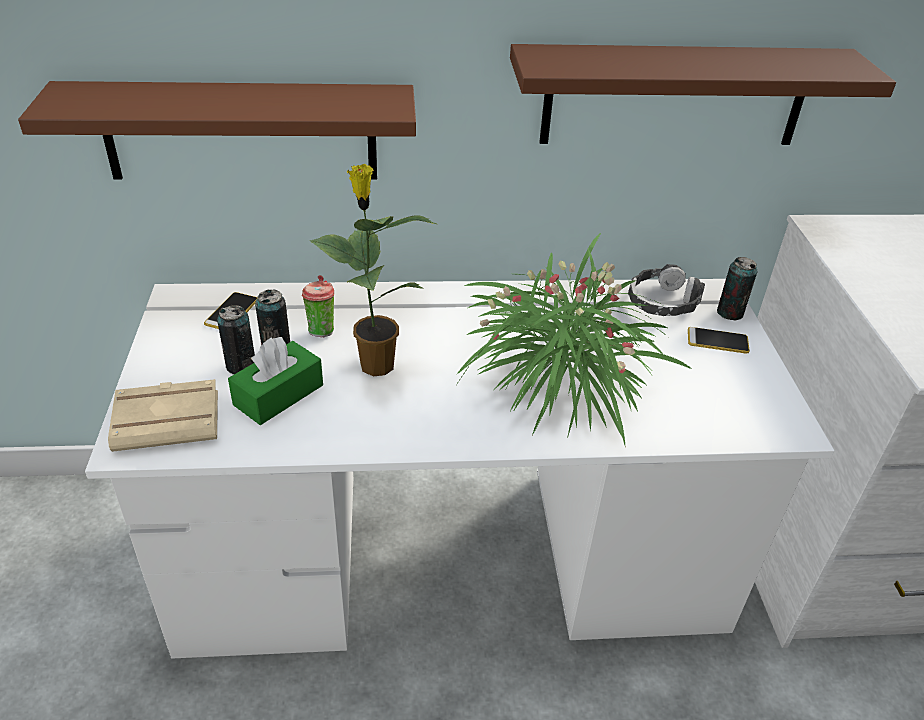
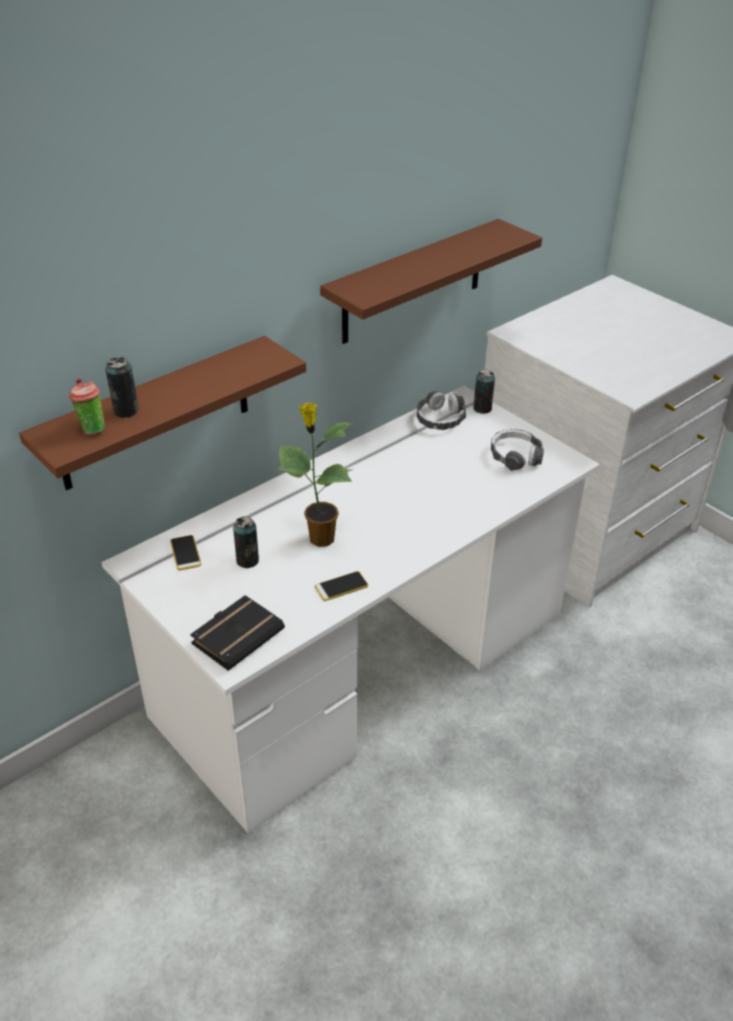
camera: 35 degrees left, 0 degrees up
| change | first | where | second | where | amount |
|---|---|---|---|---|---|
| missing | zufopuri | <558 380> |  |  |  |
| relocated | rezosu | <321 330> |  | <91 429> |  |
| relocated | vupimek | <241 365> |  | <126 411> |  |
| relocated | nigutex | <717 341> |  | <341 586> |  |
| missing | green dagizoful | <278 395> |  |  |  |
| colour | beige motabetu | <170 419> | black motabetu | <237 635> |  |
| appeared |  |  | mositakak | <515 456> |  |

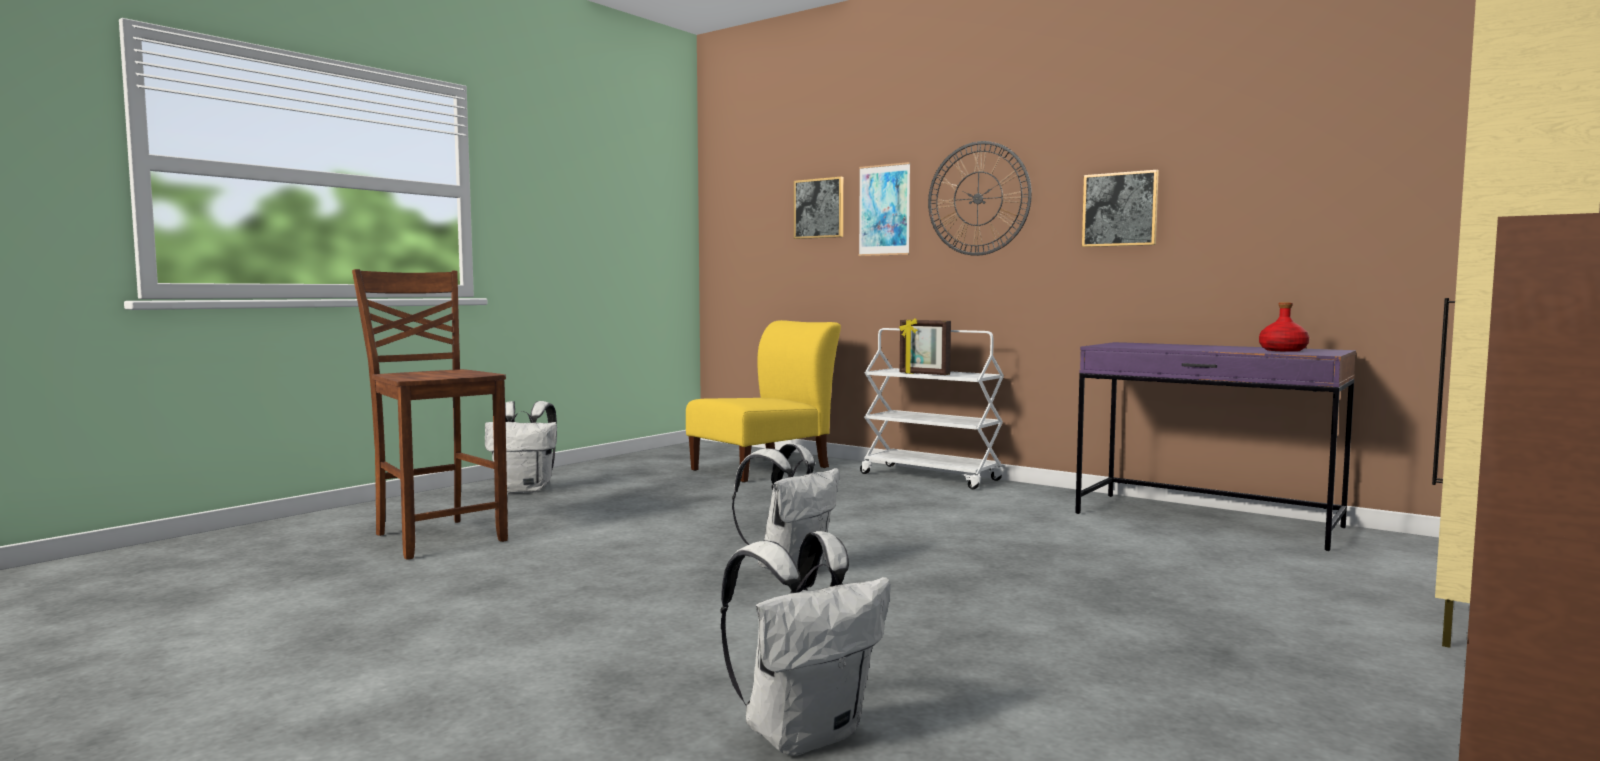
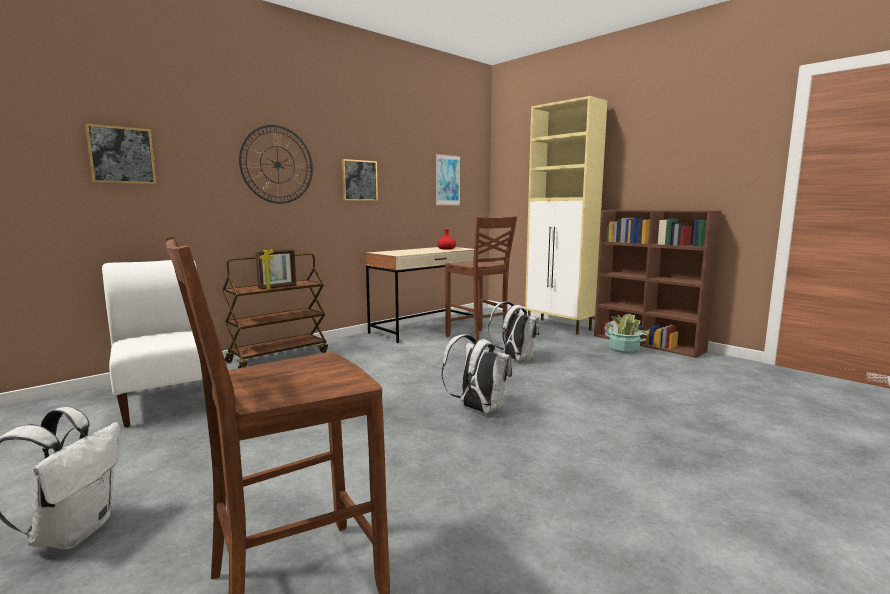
camera: 80 degrees left, 5 degrees up
| change | first | where | second | where | amount |
|---|---|---|---|---|---|
| relocated | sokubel | <884 210> |  | <447 180> |  |
| colour | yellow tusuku | <765 468> | white tusuku | <168 398> |  |
| colour | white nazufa | <931 477> | brown nazufa | <279 356> |  |
| colour | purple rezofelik | <1206 520> | beige rezofelik | <425 328> |  |
| relocated | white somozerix | <804 733> |  | <515 359> |  |
| appeared |  |  | brown tusuku | <478 339> |  |
| appeared |  |  | zufopuri | <624 349> |  |

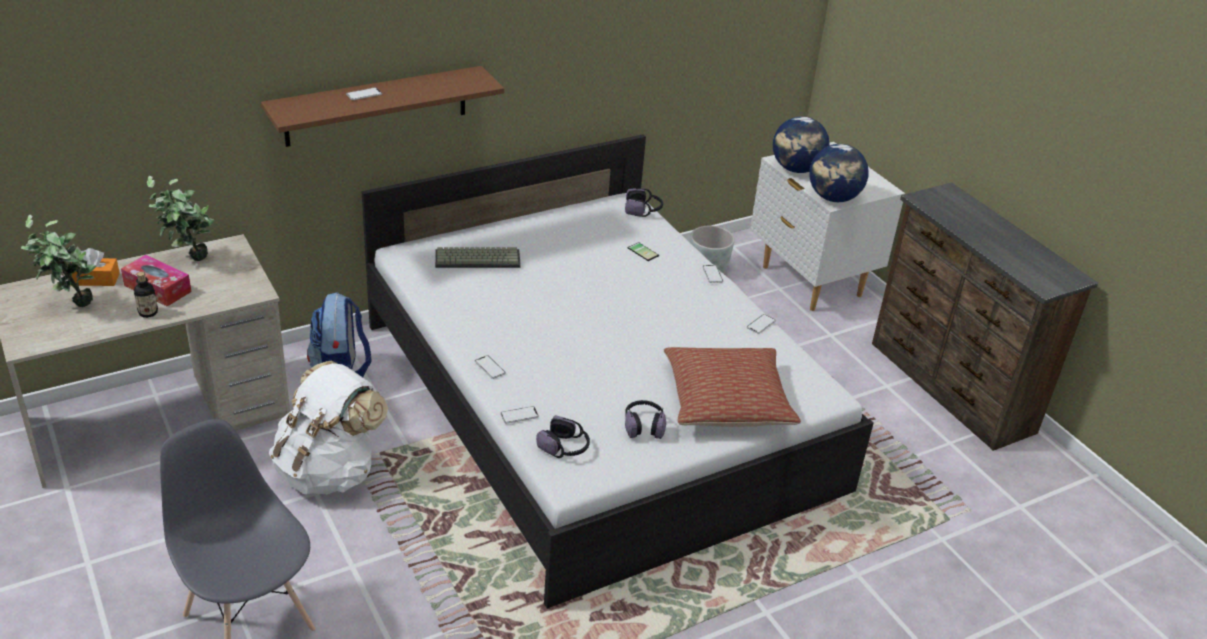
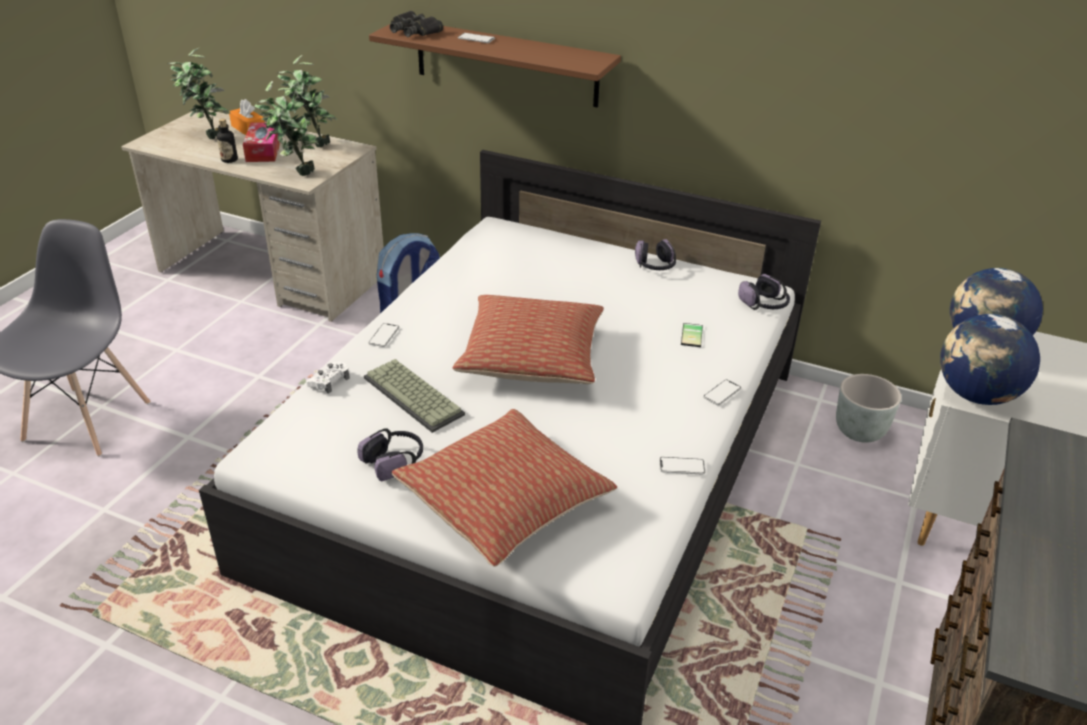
camera: 55 degrees right, 0 degrees up
| change | first | where | second | where | amount |
|---|---|---|---|---|---|
| relocated | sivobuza | <478 258> |  | <415 396> |  |
| missing | white somozerix | <329 471> |  |  |  |
| exchanged | nigutex | <519 415> | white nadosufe | <329 381> |  |
| relocated | mositakak | <564 447> |  | <655 266> |  |
| appeared |  |  | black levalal | <414 31> |  |
| appeared |  |  | zufopuri | <294 174> |  |
| appeared |  |  | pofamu | <532 356> |  |

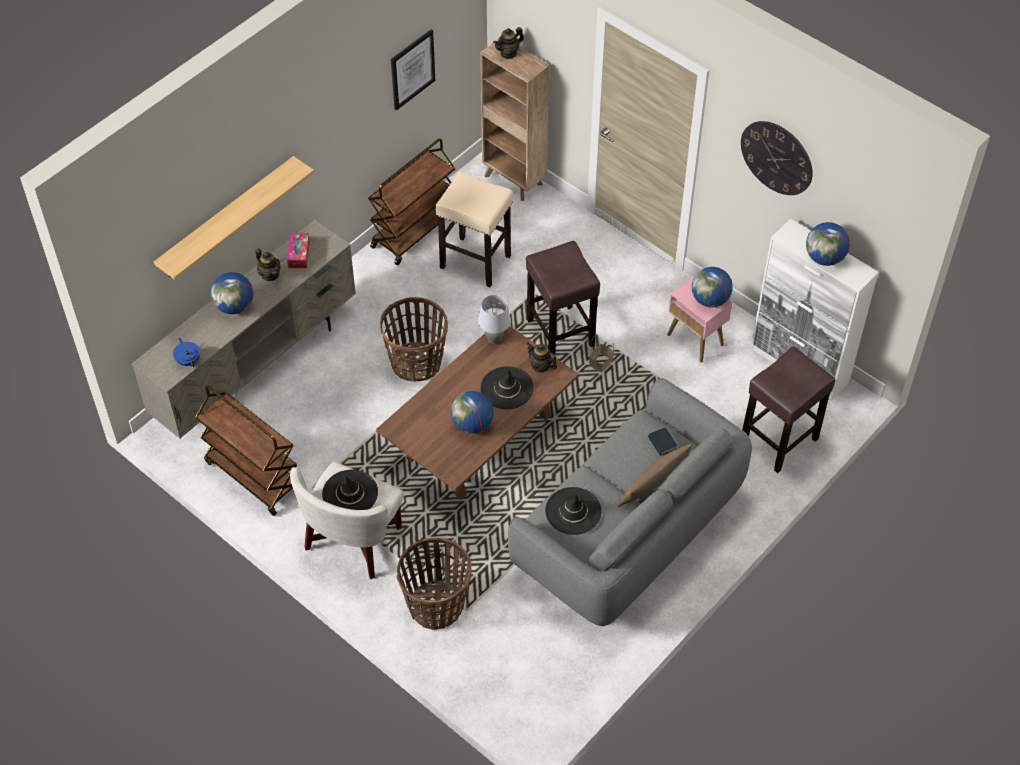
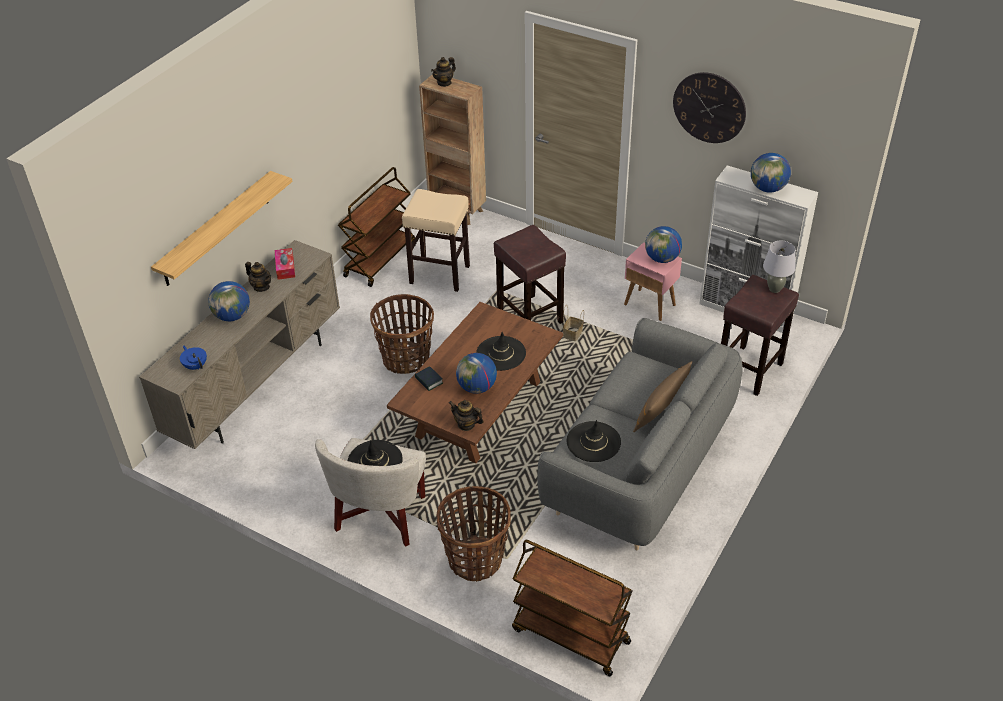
camera: 10 degrees left, 10 degrees down
| change | first | where | second | where | amount |
|---|---|---|---|---|---|
| missing | sokubel | <412 69> |  |  |  |
| relocated | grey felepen | <494 339> |  | <774 289> |  |
| relocated | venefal | <540 366> |  | <466 424> |  |
| relocated | brown nazufa | <253 476> |  | <569 636> |  |
| relocated | motabetu | <662 443> |  | <429 381> |  |

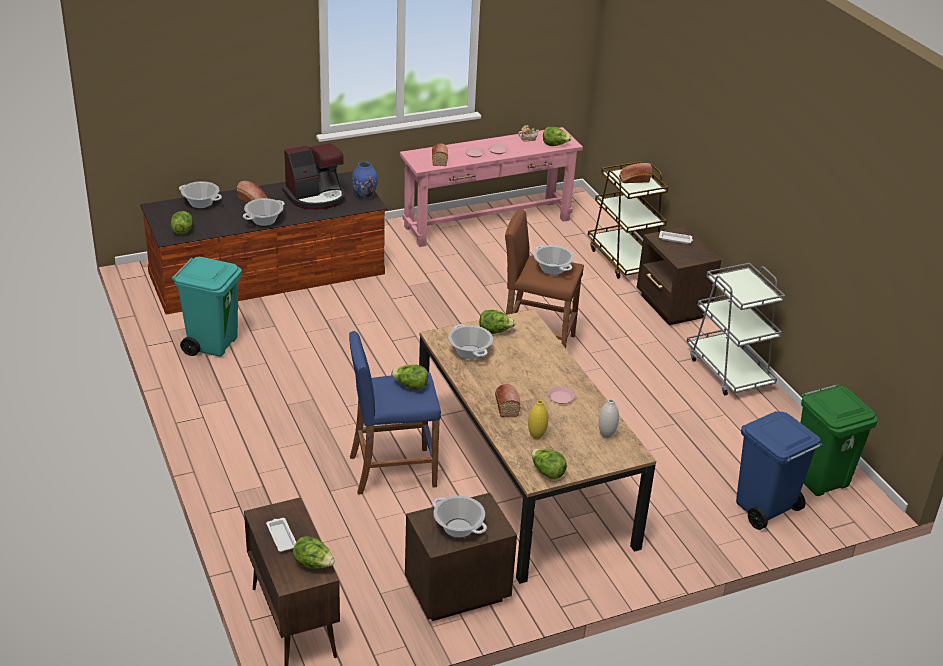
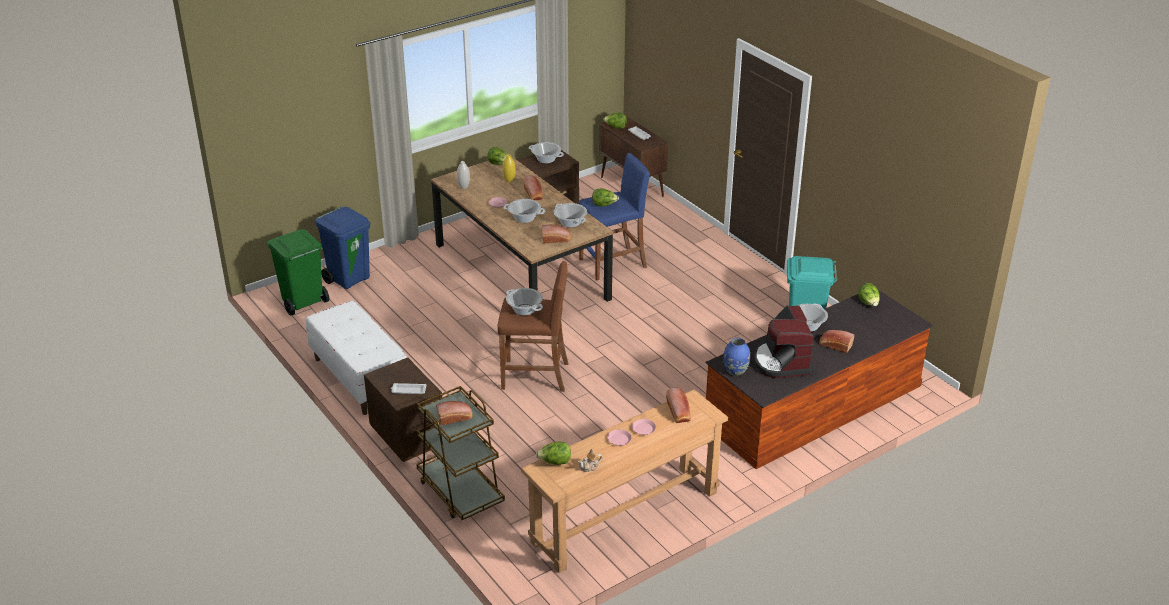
camera: 170 degrees right, 0 degrees up
| change | first | where | second | where | amount |
|---|---|---|---|---|---|
| colour | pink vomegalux | <487 223> | brown vomegalux | <625 517> |  |
| spun | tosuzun | <316 197> |  | <781 361> | 60 degrees counterclockwise |
| relocated | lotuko | <201 203> |  | <524 218> |  |
| exchanged | grey nazufa | <729 371> | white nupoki | <359 378> |  |
| exchanged | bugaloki | <495 331> | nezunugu | <556 239> |  |

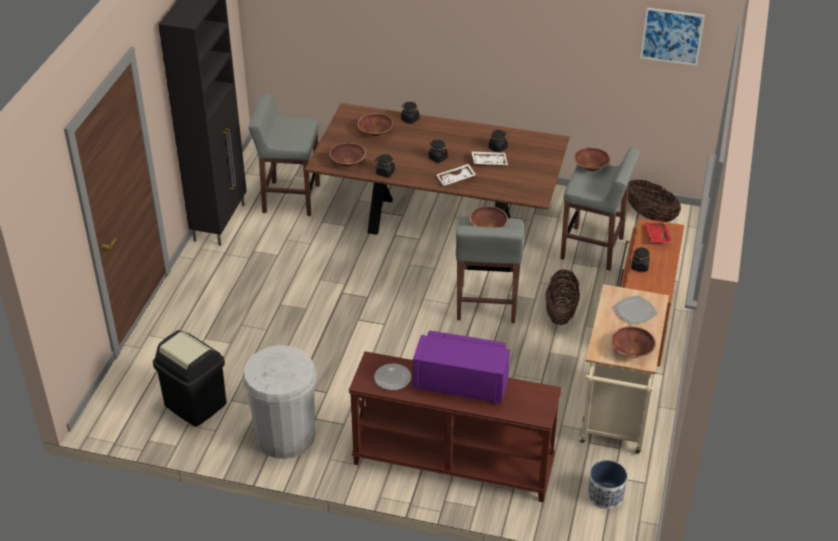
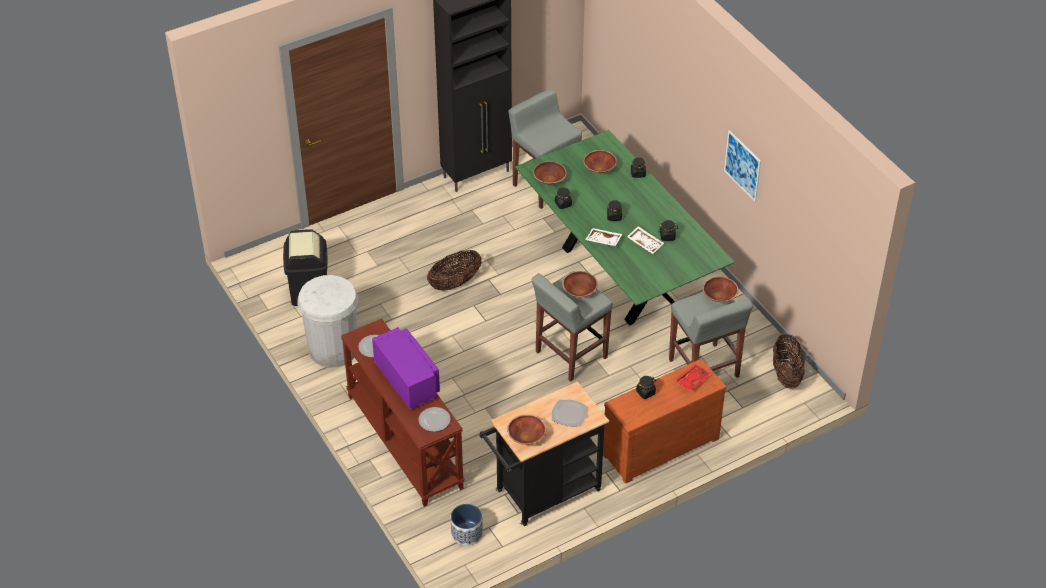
camera: 45 degrees right, 5 degrees up
| change | first | where | second | where | amount |
|---|---|---|---|---|---|
| relocated | sokubel | <672 36> |  | <742 165> |  |
| colour | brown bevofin | <438 225> | green bevofin | <618 275> |  |
| relocated | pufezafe | <560 312> |  | <455 283> |  |
| colour | beige nazufa | <615 419> | black nazufa | <542 494> |  |
| appeared |  |  | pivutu | <435 420> |  |

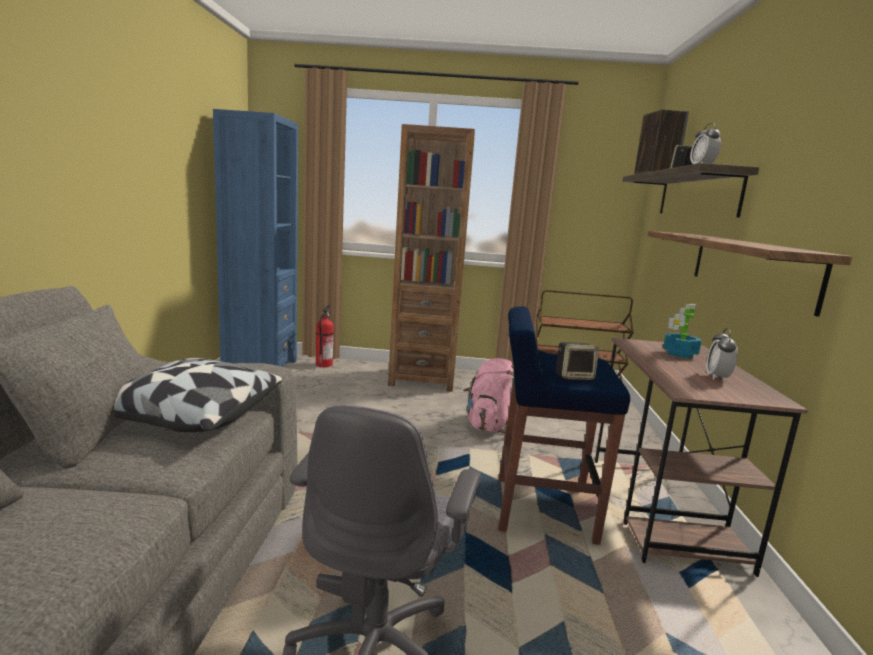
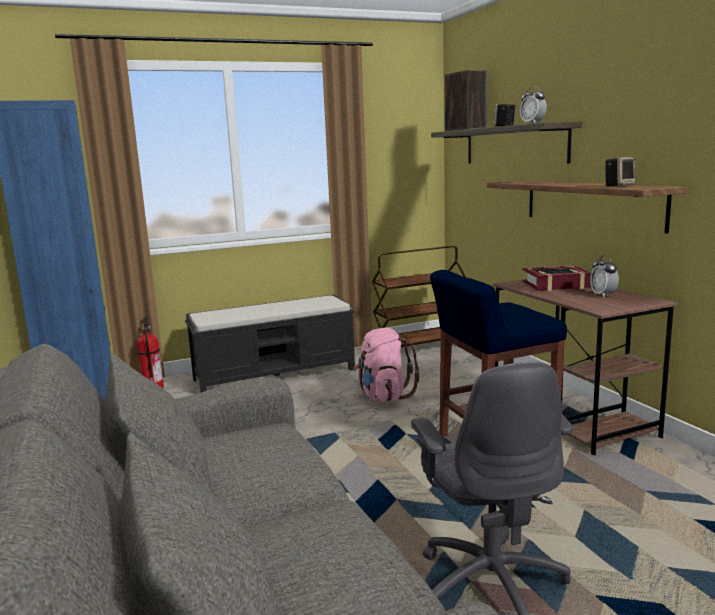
camera: 25 degrees left, 0 degrees up
| change | first | where | second | where | amount |
|---|---|---|---|---|---|
| exchanged | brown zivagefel | <422 379> | black nupoki | <276 374> |  |
| exchanged | zufopuri | <679 354> | motabetu | <556 285> |  |
| relocated | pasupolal | <574 376> |  | <619 186> |  |
| missing | pofamu | <190 417> |  |  |  |

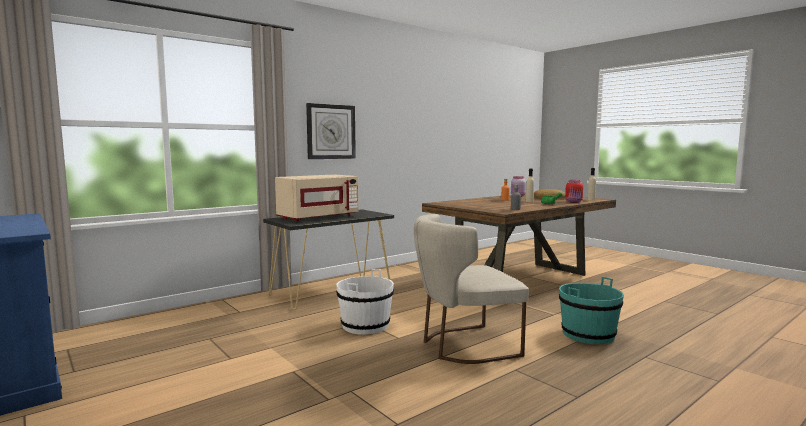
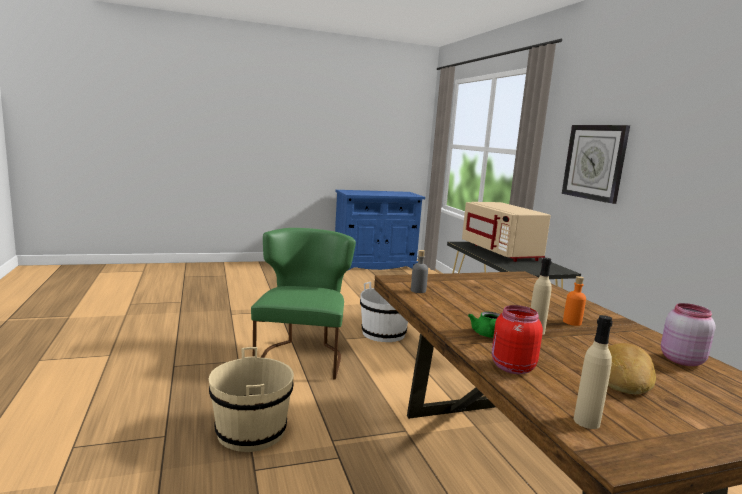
camera: 110 degrees right, 5 degrees up
| change | first | where | second | where | amount |
|---|---|---|---|---|---|
| colour | beige tusuku | <463 346> | green tusuku | <302 356> |  |
| colour | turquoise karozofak | <588 335> | beige karozofak | <251 431> |  |

